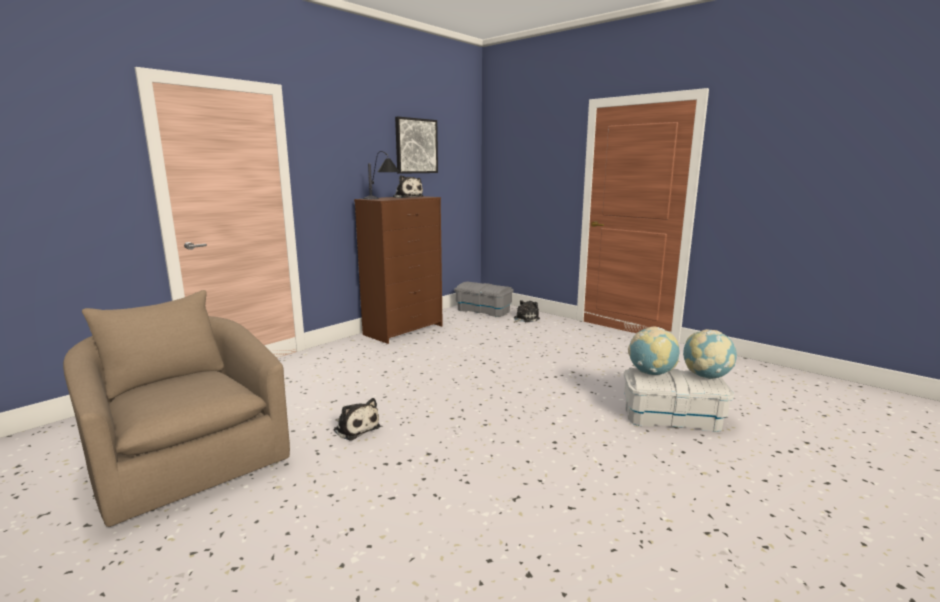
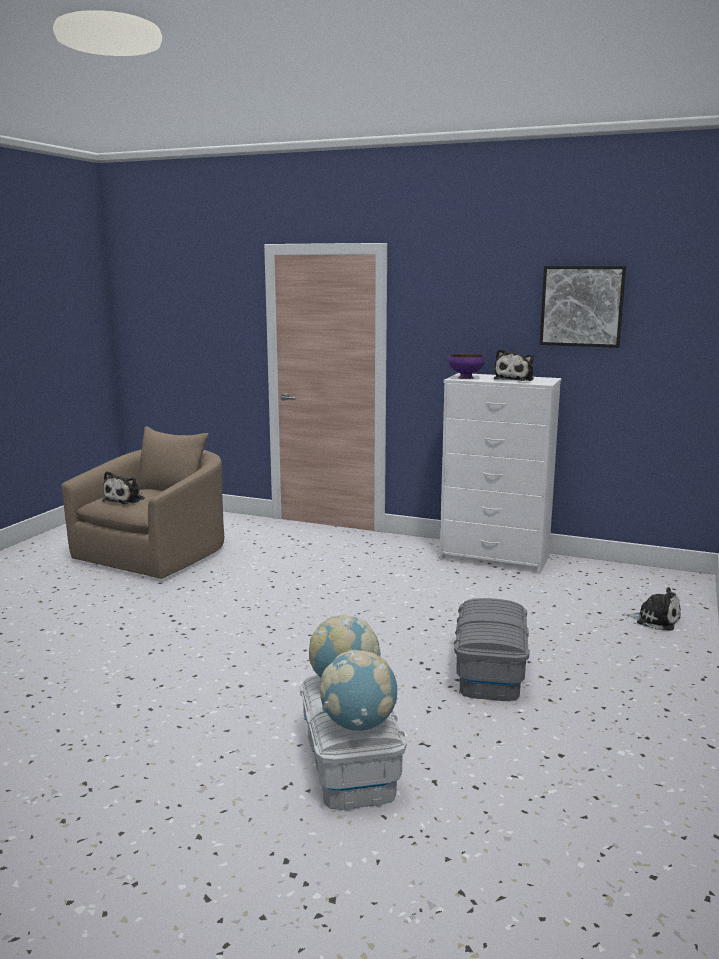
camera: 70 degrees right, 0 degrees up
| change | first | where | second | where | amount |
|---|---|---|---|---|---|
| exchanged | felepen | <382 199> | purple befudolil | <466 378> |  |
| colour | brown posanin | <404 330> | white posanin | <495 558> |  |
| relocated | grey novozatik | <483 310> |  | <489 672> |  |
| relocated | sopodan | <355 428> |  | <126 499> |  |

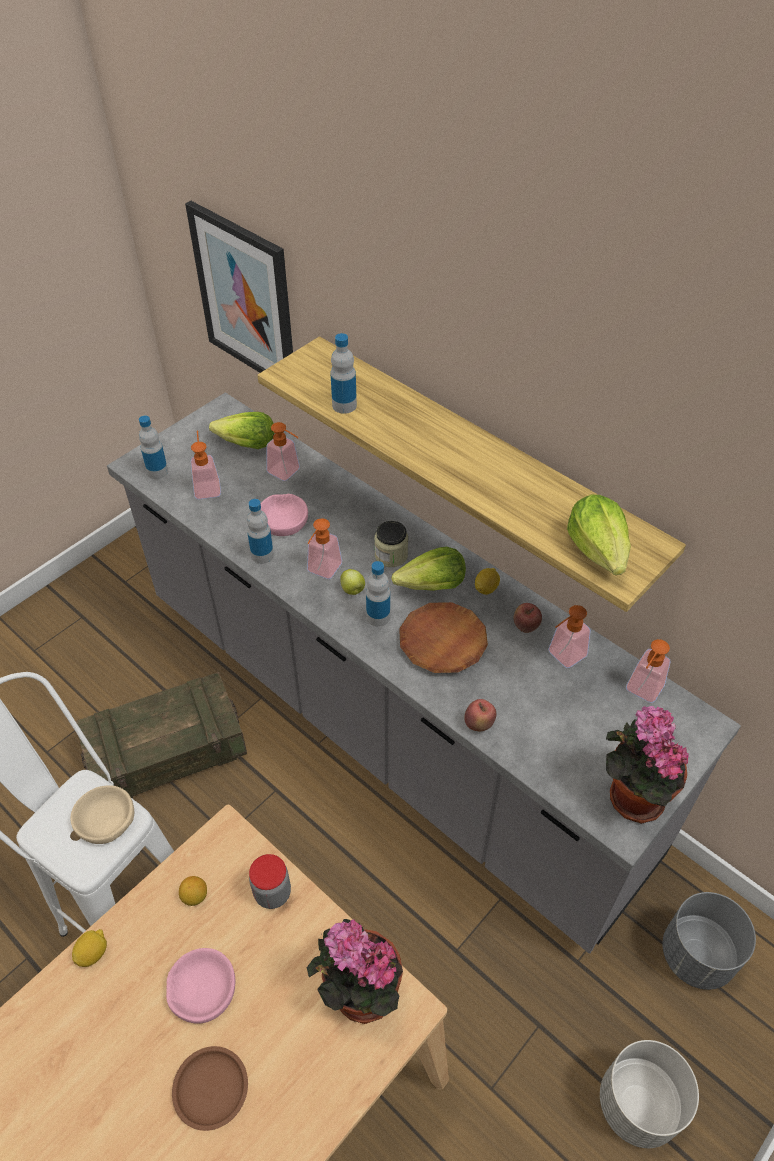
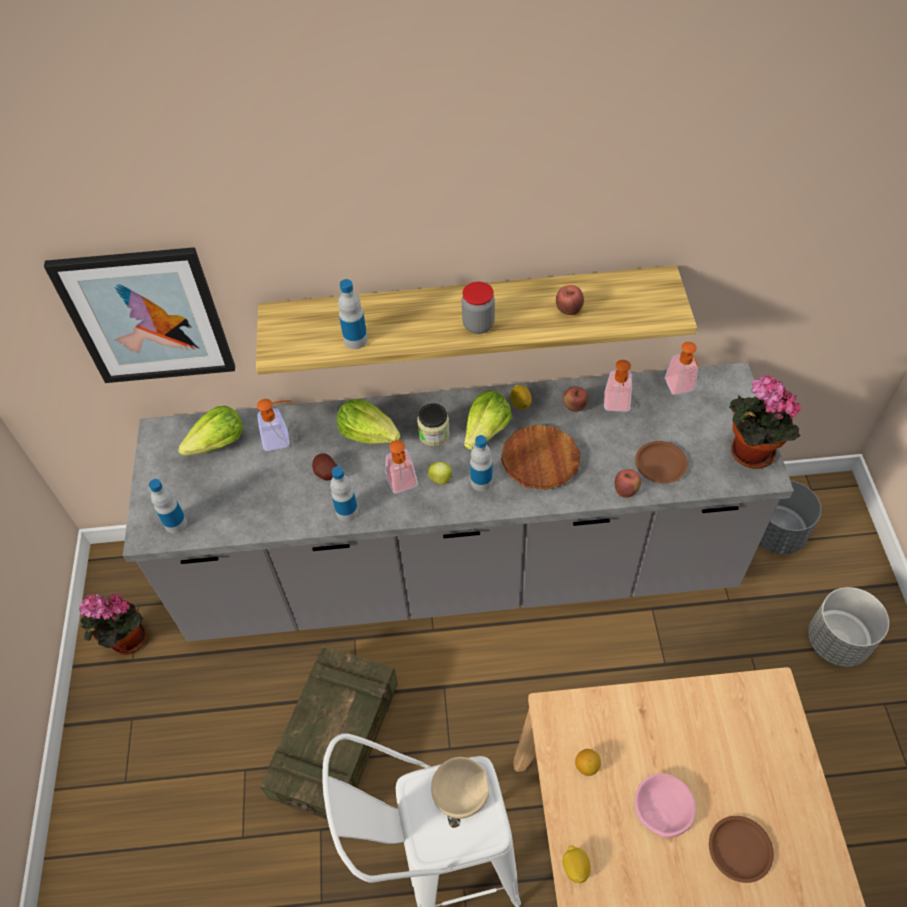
camera: 45 degrees left, 5 degrees up
| change | first | where | second | where | amount |
|---|---|---|---|---|---|
| missing | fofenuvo | <207 486> |  |  |  |
| exchanged | pink befudolil | <283 520> | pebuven | <326 474> |  |
| relocated | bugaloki | <598 550> |  | <369 433> |  |
| relocated | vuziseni | <272 893> |  | <478 325> |  |
| relocated | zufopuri | <358 993> |  | <125 641> |  |
| appeared |  |  | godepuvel | <568 310> |  |
| appeared |  |  | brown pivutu | <660 465> |  |

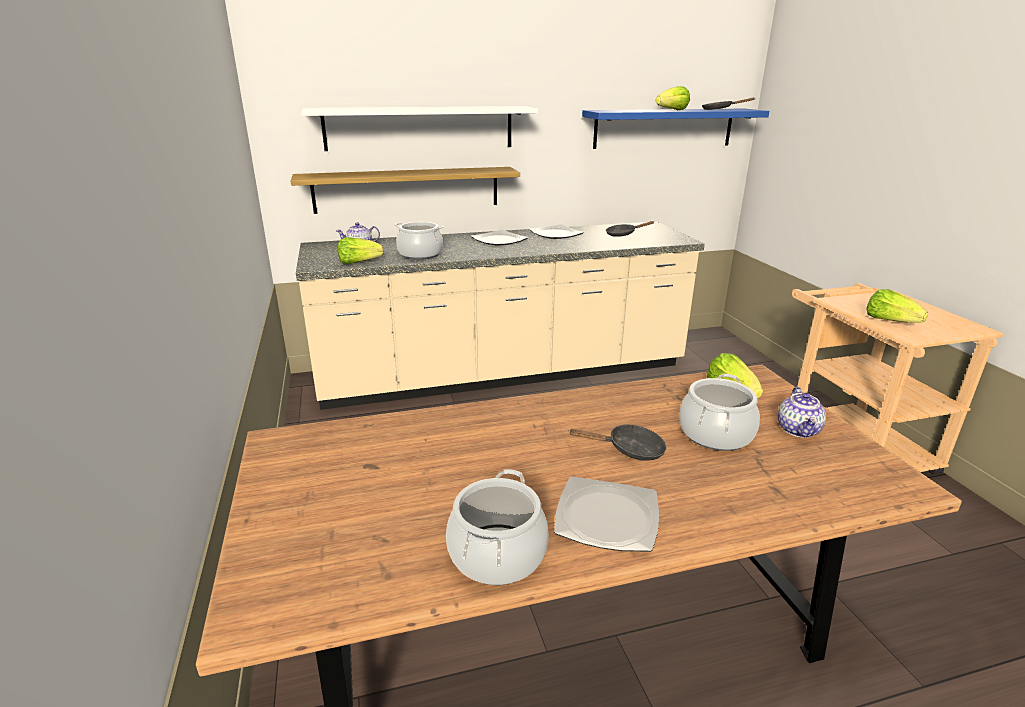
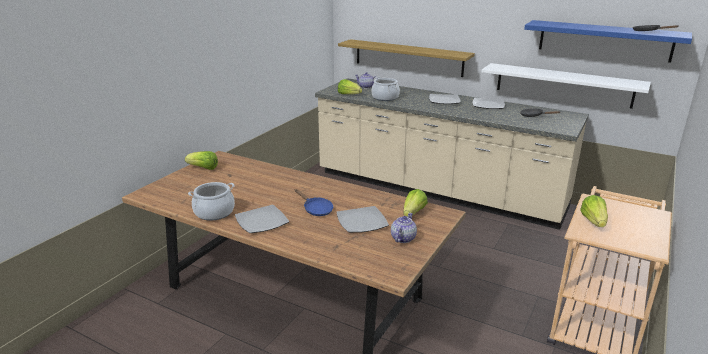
camera: 45 degrees right, 0 degrees up
| change | first | where | second | where | amount |
|---|---|---|---|---|---|
| relocated | bugaloki | <672 110> |  | <203 168> |  |
| relocated | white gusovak | <420 128> |  | <563 85> |  |
| exchanged | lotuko | <715 434> | pivutu | <362 221> |  |
| spun | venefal | <798 430> |  | <403 238> | 150 degrees clockwise |
| colour | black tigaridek | <629 450> | blue tigaridek | <316 209> |  |

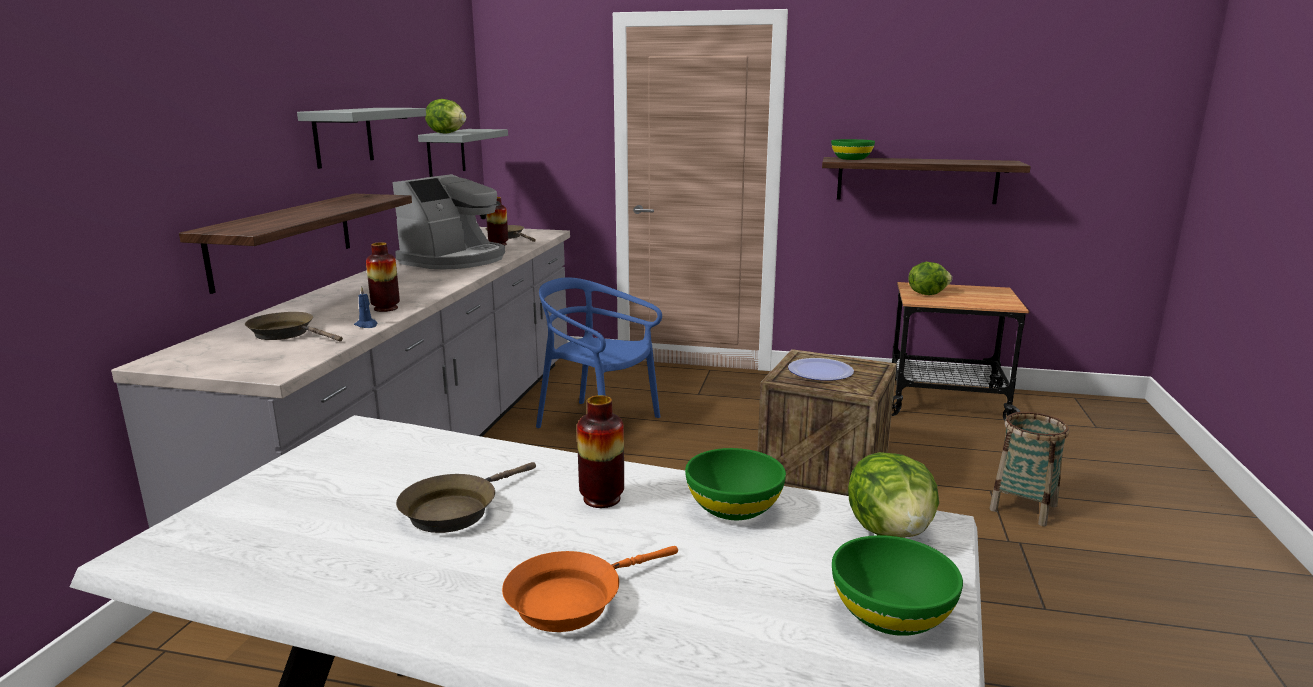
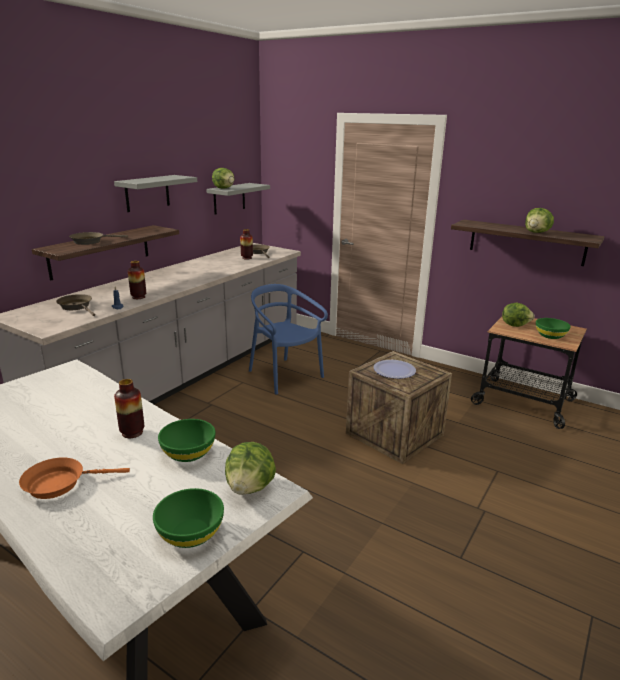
camera: 20 degrees right, 5 degrees up
| change | first | where | second | where | amount |
|---|---|---|---|---|---|
| relocated | green befudolil | <851 159> |  | <550 336> |  |
| missing | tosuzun | <455 260> |  |  |  |
| missing | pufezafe | <1023 508> |  |  |  |
| relocated | brown tigaridek | <455 510> |  | <90 241> |  |
| appeared |  |  | bugaloki | <536 232> |  |

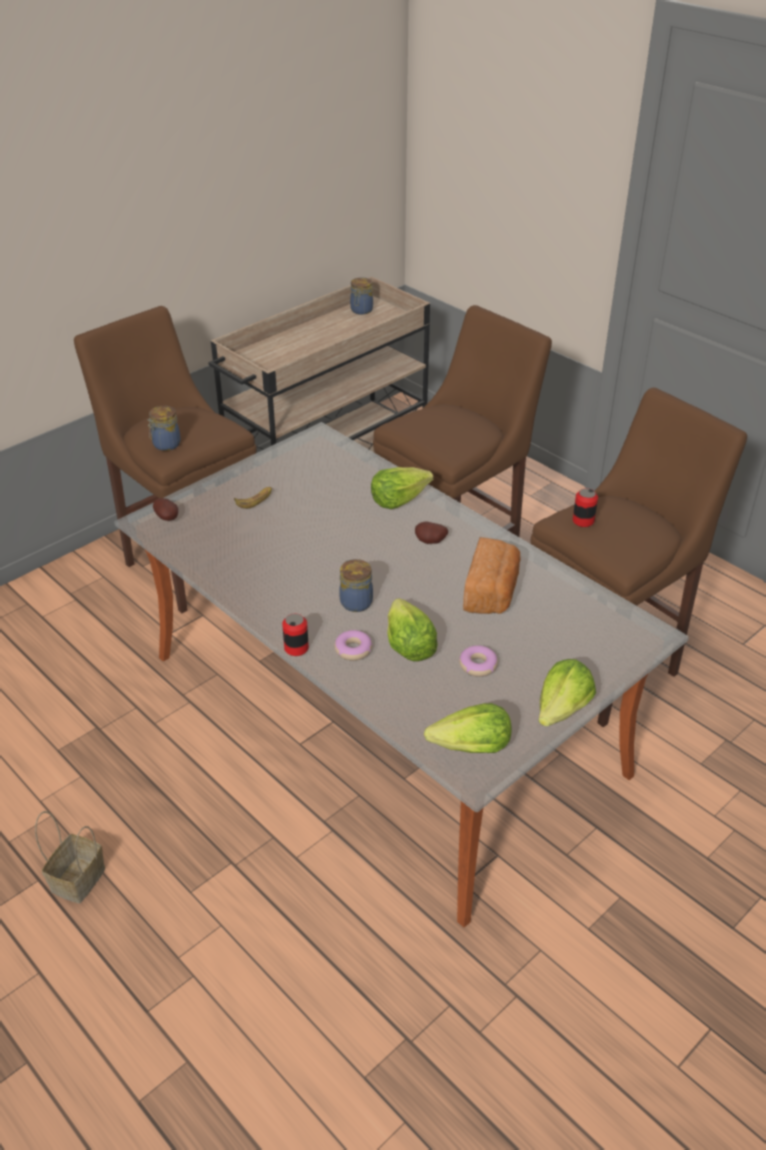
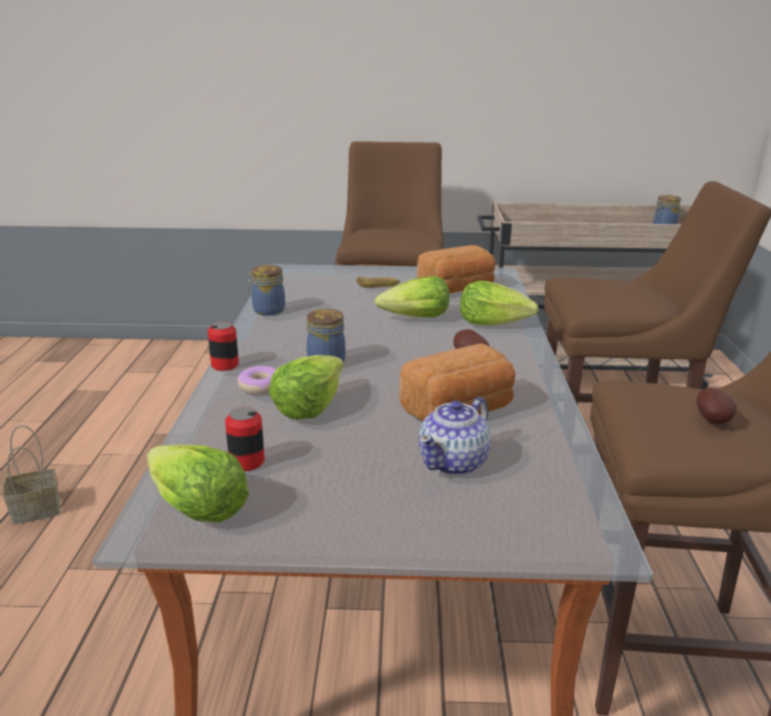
camera: 45 degrees right, 15 degrees down
| change | first | where | second | where | amount |
|---|---|---|---|---|---|
| relocated | vuziseni | <165 445> |  | <267 310> |  |
| relocated | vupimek | <583 521> |  | <247 462> |  |
| relocated | pebuven | <168 518> |  | <713 421> |  |
| missing | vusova | <477 665> |  |  |  |
| relocated | bugaloki | <562 709> |  | <416 318> |  |
| appeared |  |  | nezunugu | <458 289> |  |
| appeared |  |  | venefal | <454 462> |  |

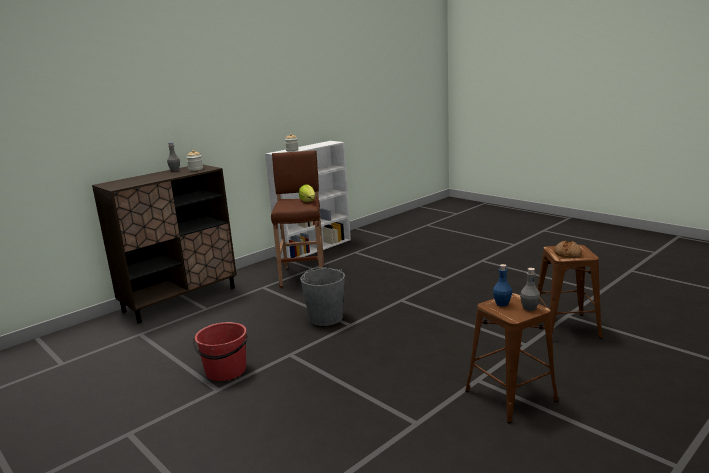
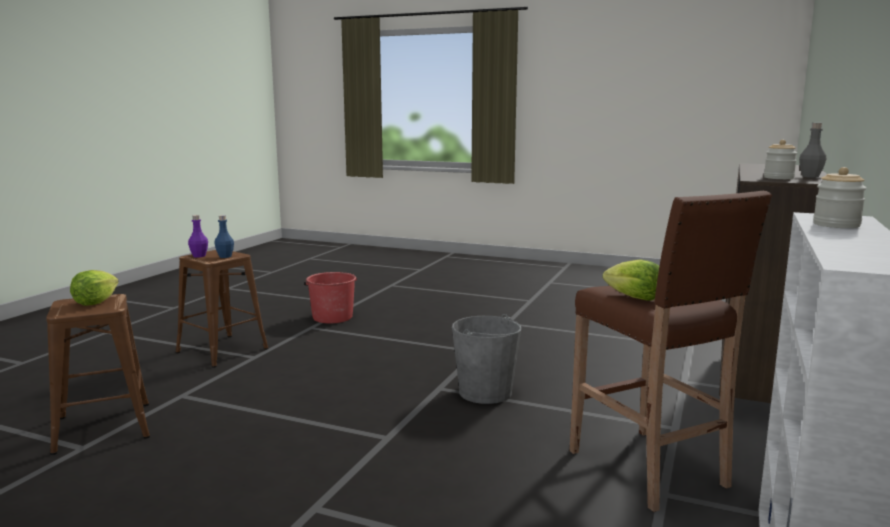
camera: 155 degrees right, 5 degrees down
| change | first | where | second | where | amount |
|---|---|---|---|---|---|
| exchanged | nezunugu | <567 254> | bugaloki | <96 302> |  |
| colour | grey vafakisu | <529 308> | purple vafakisu | <199 256> |  |
| relocated | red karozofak | <226 371> |  | <332 317> |  |

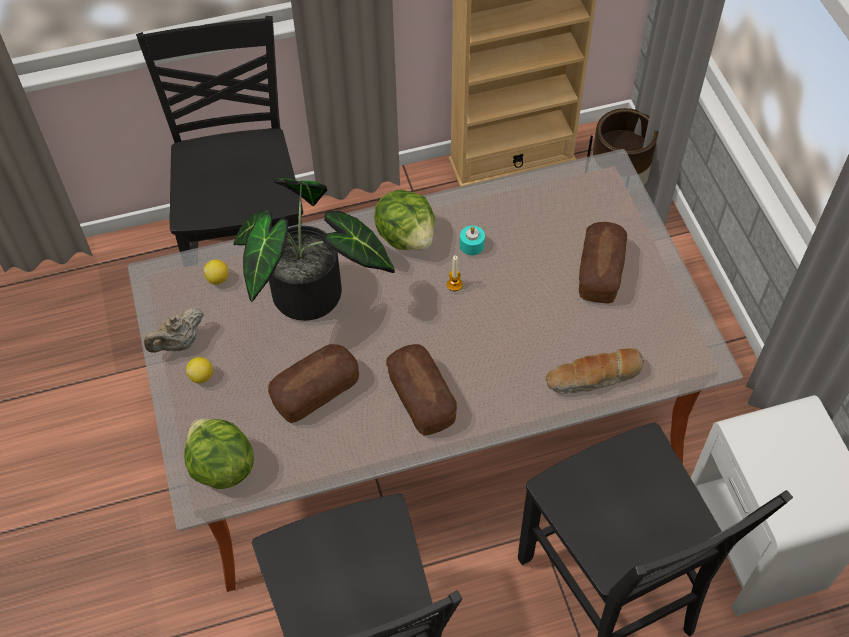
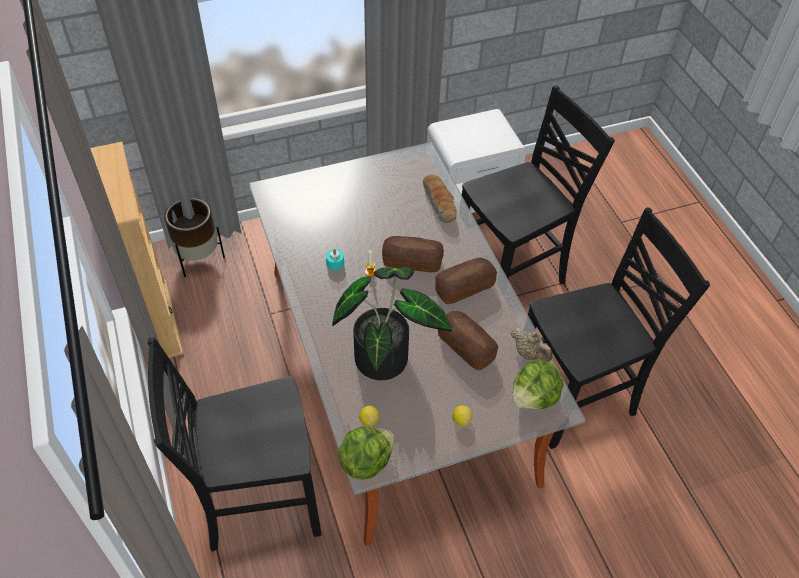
camera: 95 degrees left, 5 degrees down
| change | first | where | second | where | amount |
|---|---|---|---|---|---|
| relocated | bugaloki | <406 236> |  | <365 461> |  |
| relocated | nezunugu | <600 271> |  | <412 262> |  |
| relocated | beige venefal | <179 343> |  | <529 354> |  |

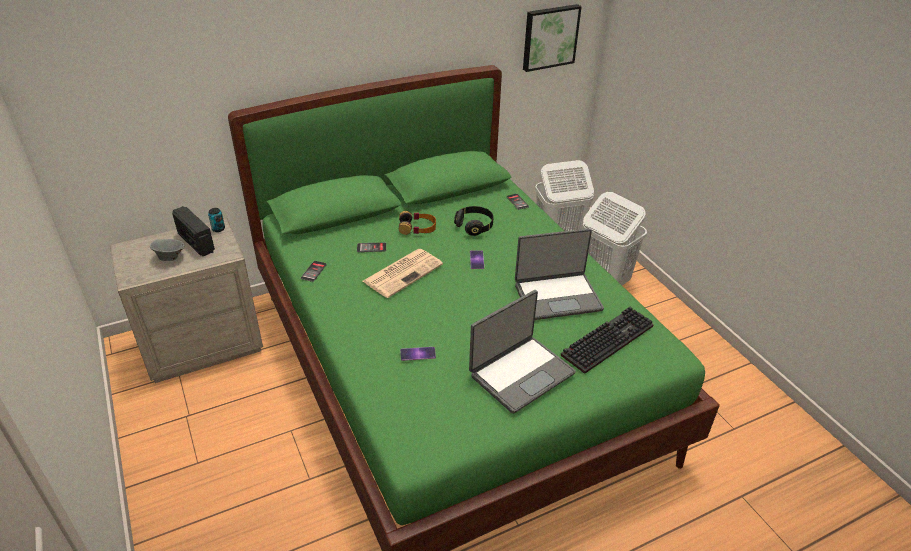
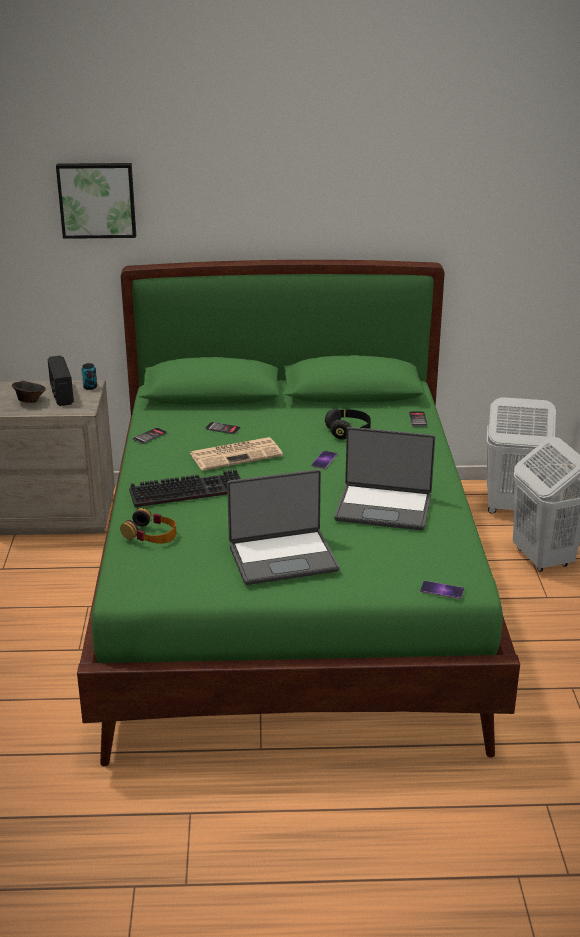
camera: 25 degrees right, 10 degrees down
| change | first | where | second | where | amount |
|---|---|---|---|---|---|
| relocated | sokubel | <549 37> |  | <97 199> |  |
| relocated | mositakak | <417 228> |  | <151 534> |  |
| colour | grey befudolil | <170 257> | brown befudolil | <30 401> |  |
| relocated | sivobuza | <607 339> |  | <189 490> |  |
| relocated | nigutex | <418 354> |  | <442 590> |  |

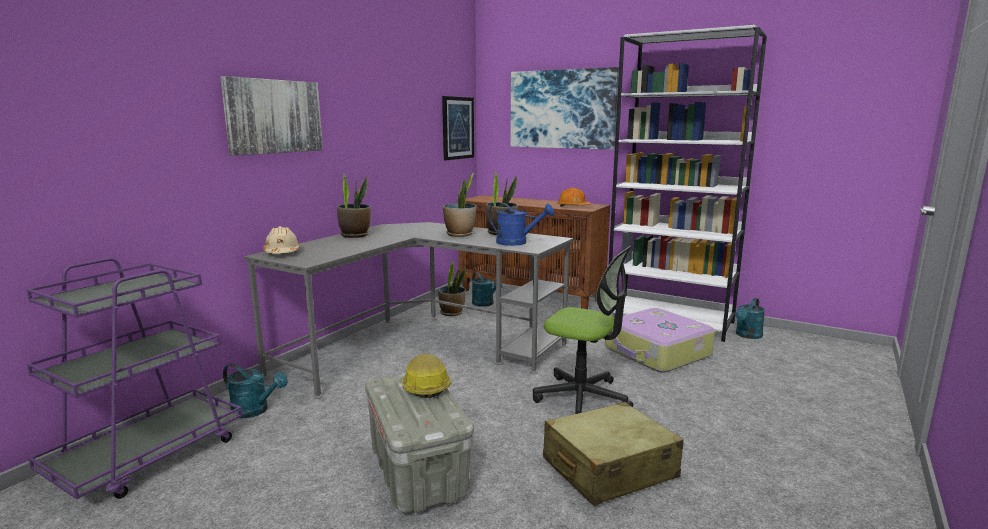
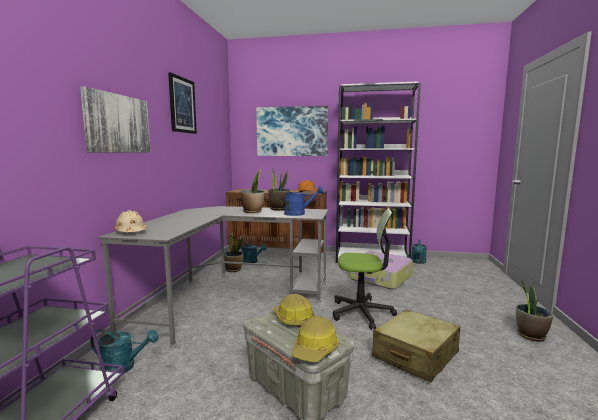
camera: 20 degrees left, 5 degrees down
| change | first | where | second | where | amount |
|---|---|---|---|---|---|
| relocated | sokubel | <457 128> |  | <182 105> |  |
| relocated | zufopuri | <355 235> |  | <530 335> |  |
| appeared |  |  | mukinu | <315 349> |  |

